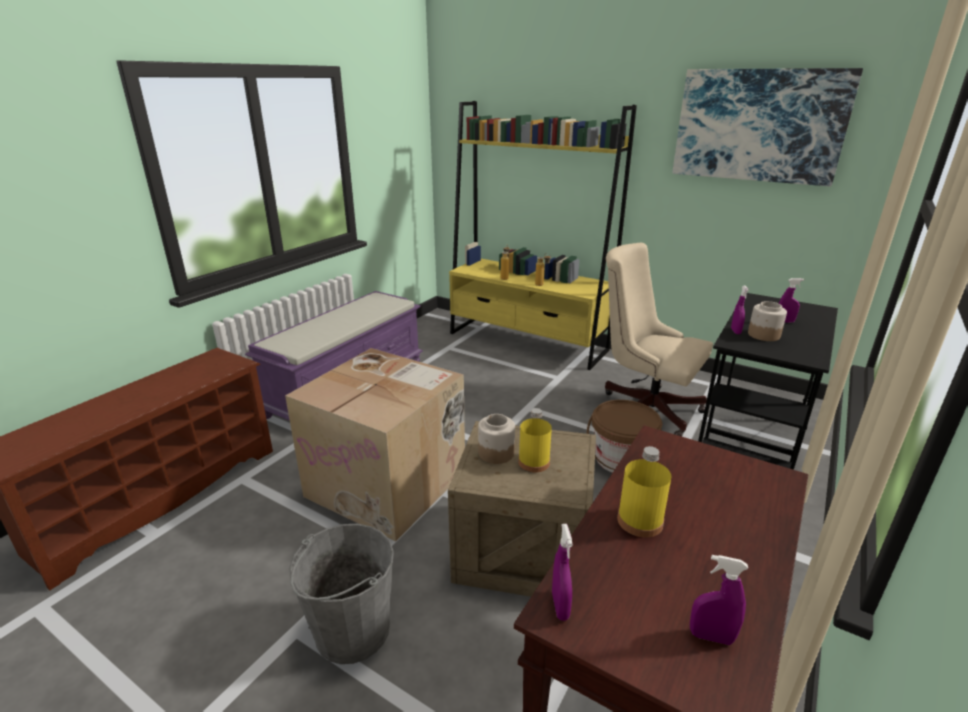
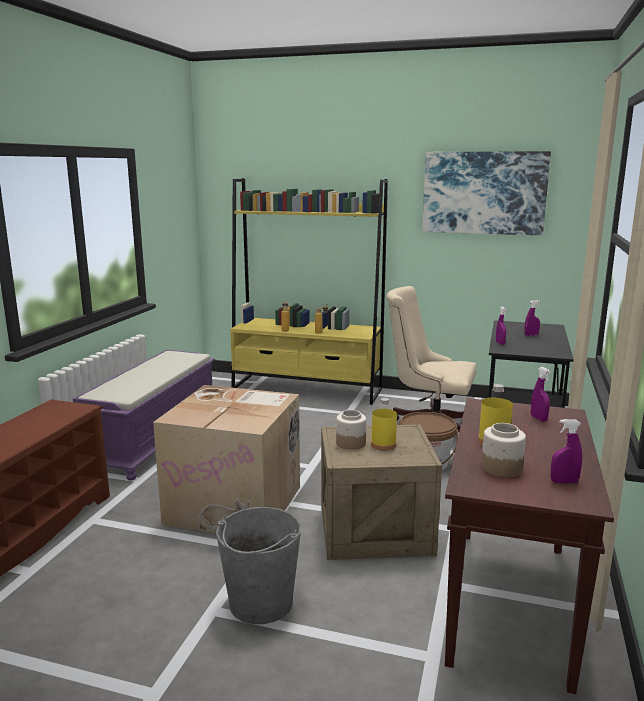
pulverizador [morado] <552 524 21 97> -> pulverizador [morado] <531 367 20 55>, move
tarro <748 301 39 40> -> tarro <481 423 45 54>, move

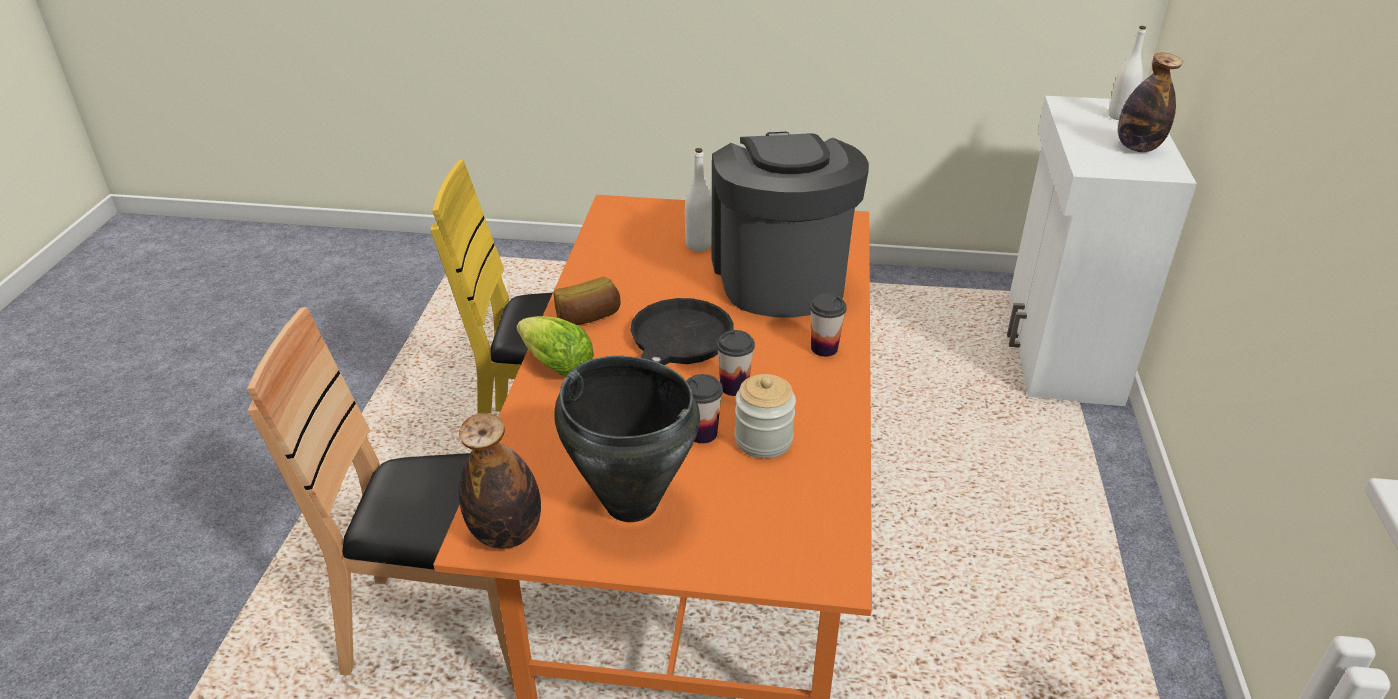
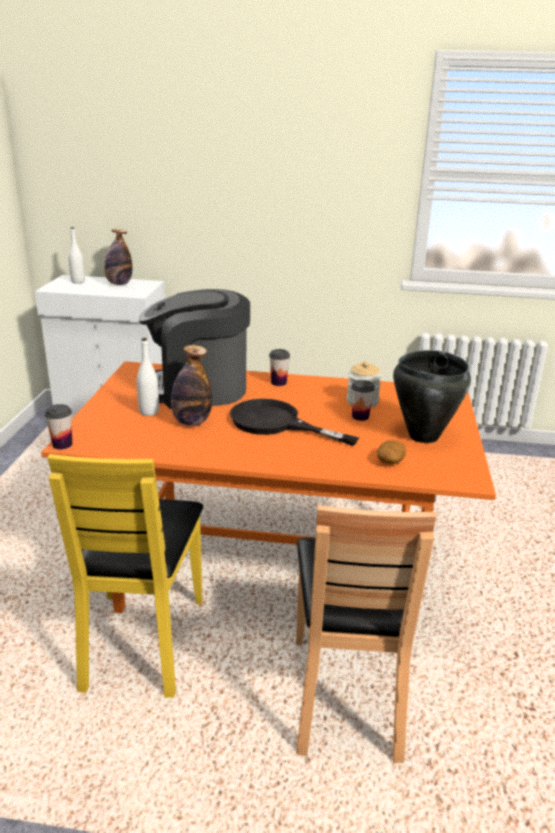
lechuga <516 316 78 60> -> none
pan <554 277 67 48> -> none
none -> patata <377 440 29 24>
botella <459 413 82 136> -> botella <171 345 41 81>, move
taza <716 330 39 66> -> taza <45 404 27 45>, move

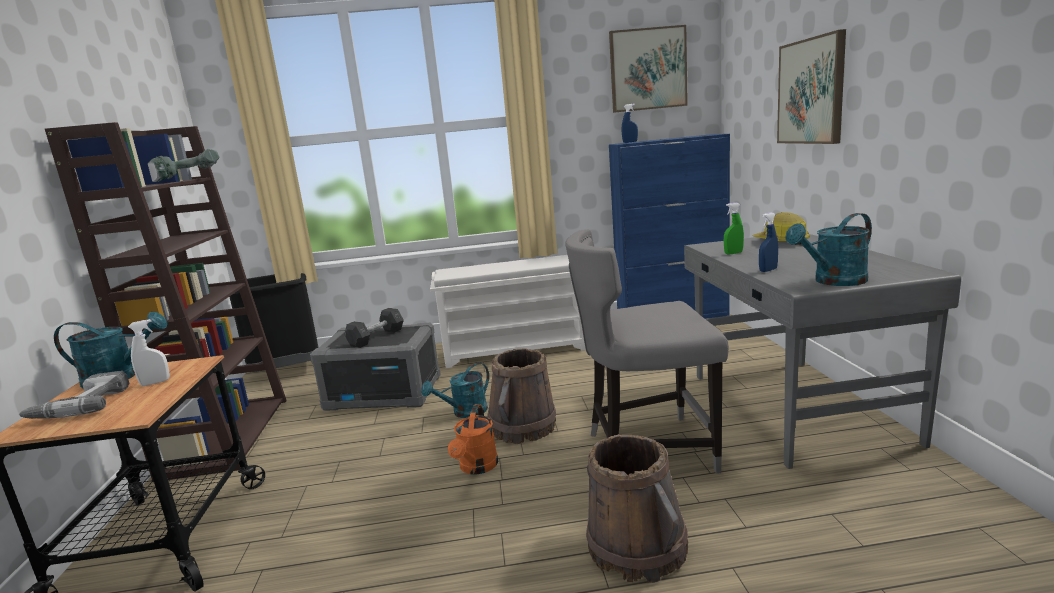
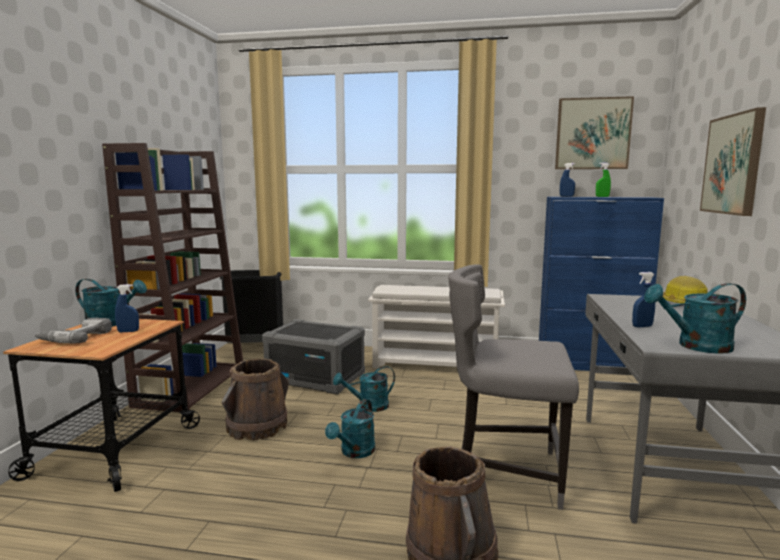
taladro <148 149 71 33> -> none
mancuerna [gris] <344 308 60 40> -> none
cubo [marrón] <487 348 69 96> -> cubo [marrón] <222 358 67 82>, move
pulverizador [verde] <724 202 20 52> -> pulverizador [verde] <596 163 15 34>, move
pulverizador [blanco] <128 319 42 67> -> pulverizador [azul] <115 284 24 48>
regadera [naranja] <448 405 50 70> -> regadera [turquesa] <325 399 50 59>

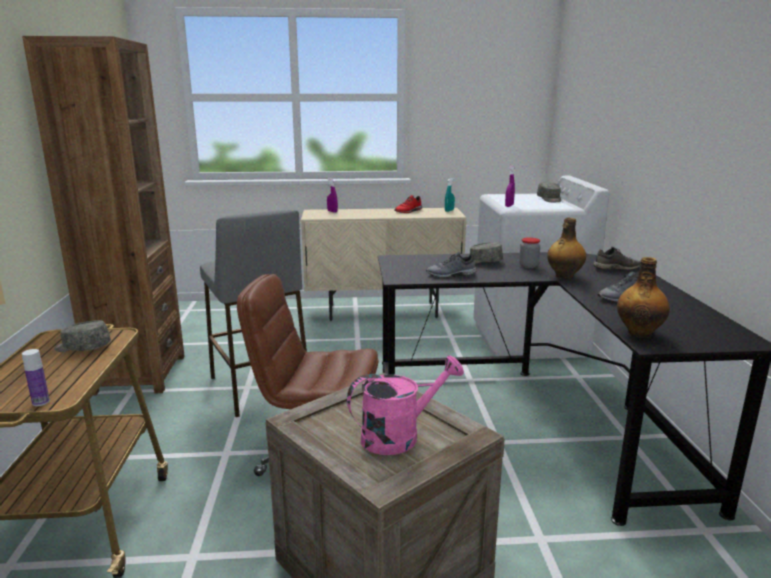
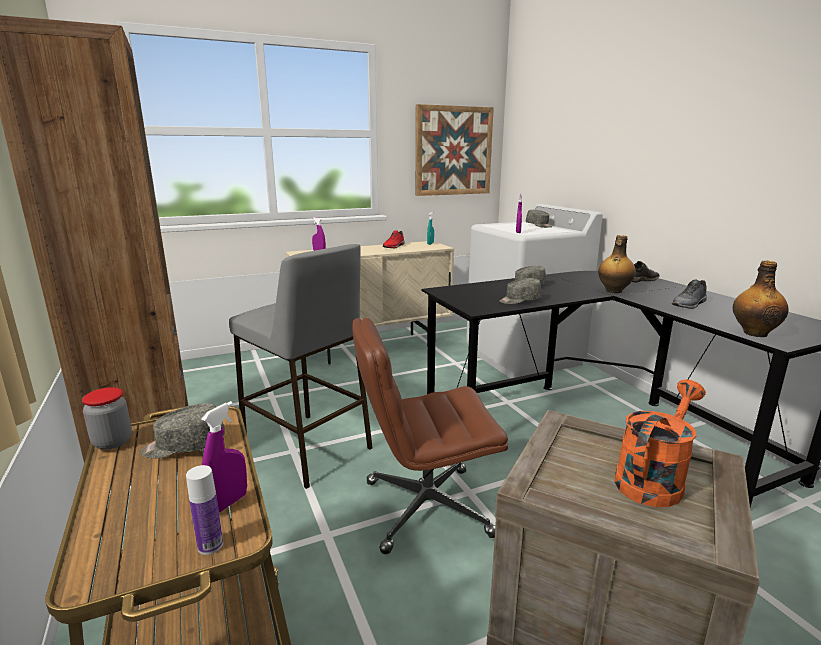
none -> pulverizador [morado] <201 401 46 111>
none -> cuadro <416 104 78 92>
tarro <519 237 21 31> -> tarro <82 387 50 63>, move
zapato [gris] <426 252 51 26> -> gorra [gris] <499 278 42 26>
regadera [rosa] <347 355 117 100> -> regadera [naranja] <614 380 92 127>

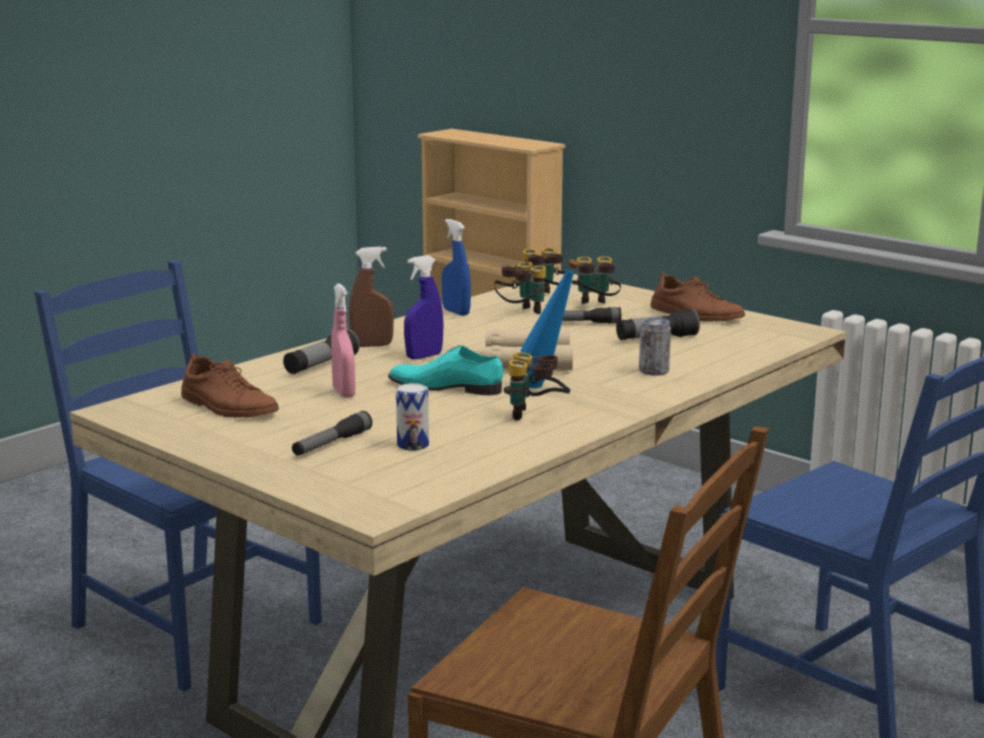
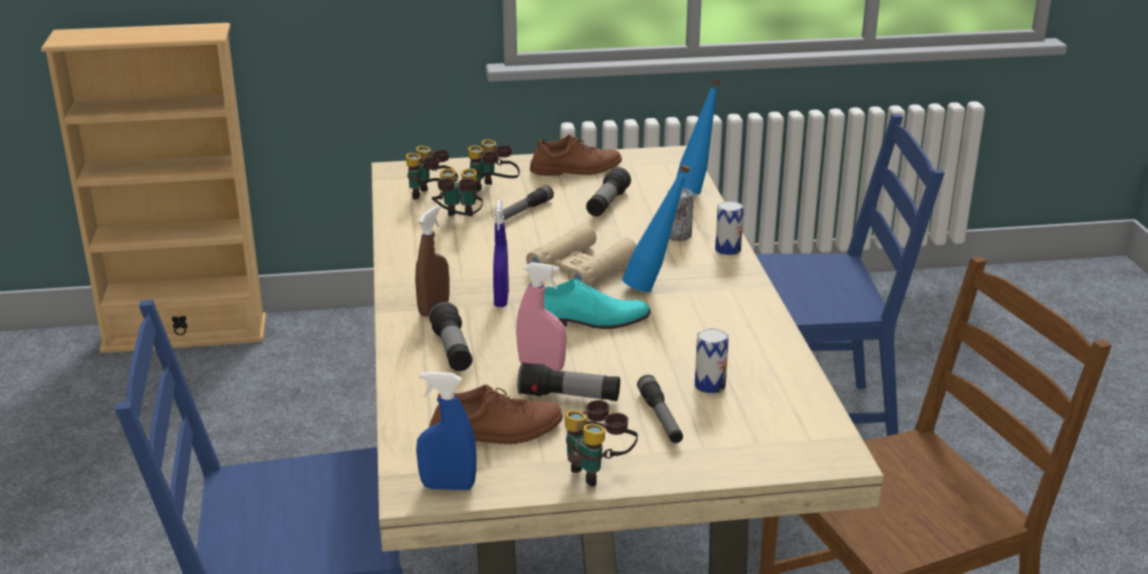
none -> linterna <517 362 103 39>
none -> botella [azul] <676 79 44 115>
none -> lata <715 201 29 54>
pulverizador [azul] <442 219 29 97> -> pulverizador [azul] <416 371 61 119>, move
prismáticos <504 352 66 68> -> prismáticos <565 400 73 86>, move
zapato [turquesa] <388 345 115 50> -> zapato [turquesa] <544 279 106 50>, 150 degrees counterclockwise

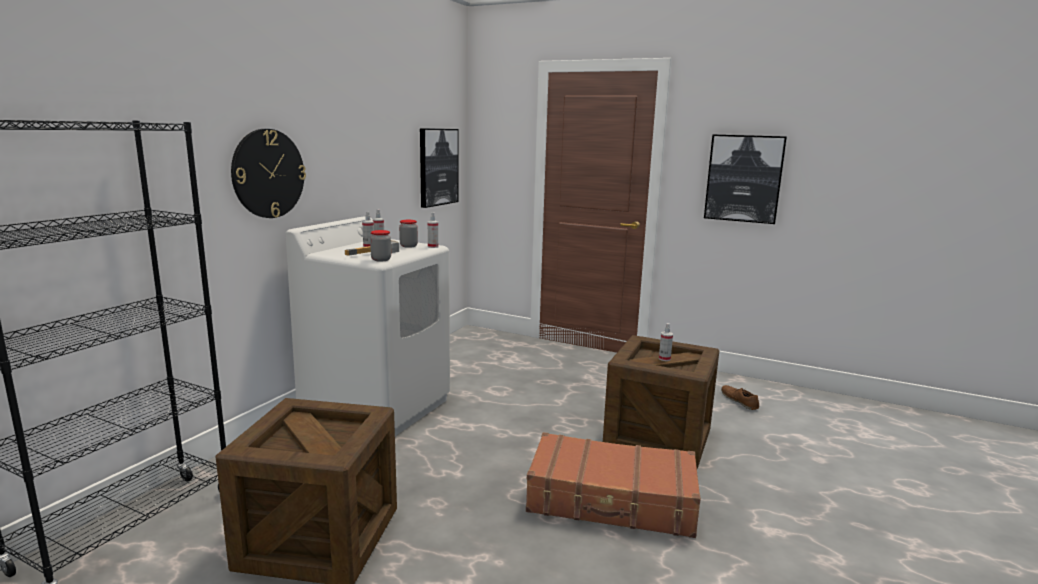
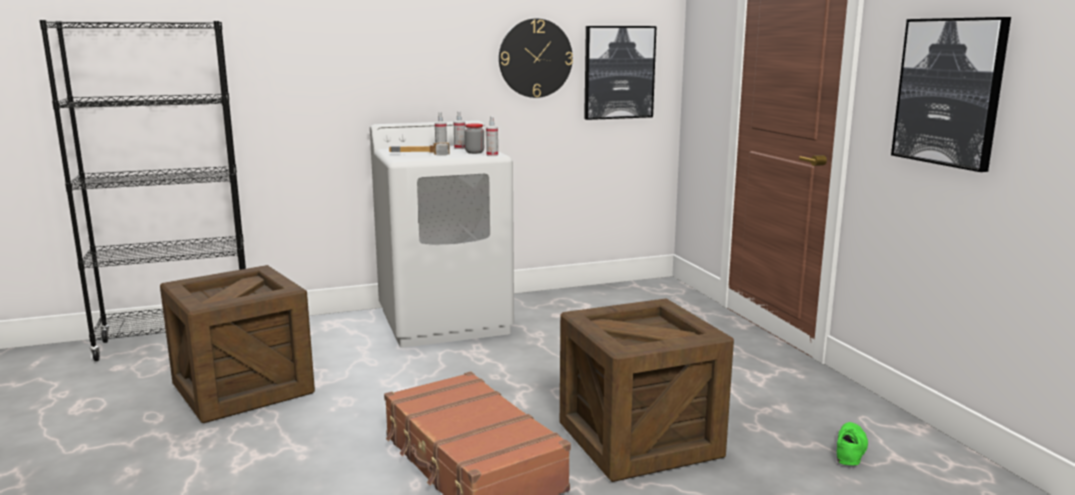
tarro <370 230 21 31> -> none
pulverizador <659 323 14 38> -> none
reloj de pared <231 129 75 89> -> reloj de pared <499 19 74 79>, move
zapato [marrón] <721 385 38 25> -> zapato [verde] <837 422 31 43>

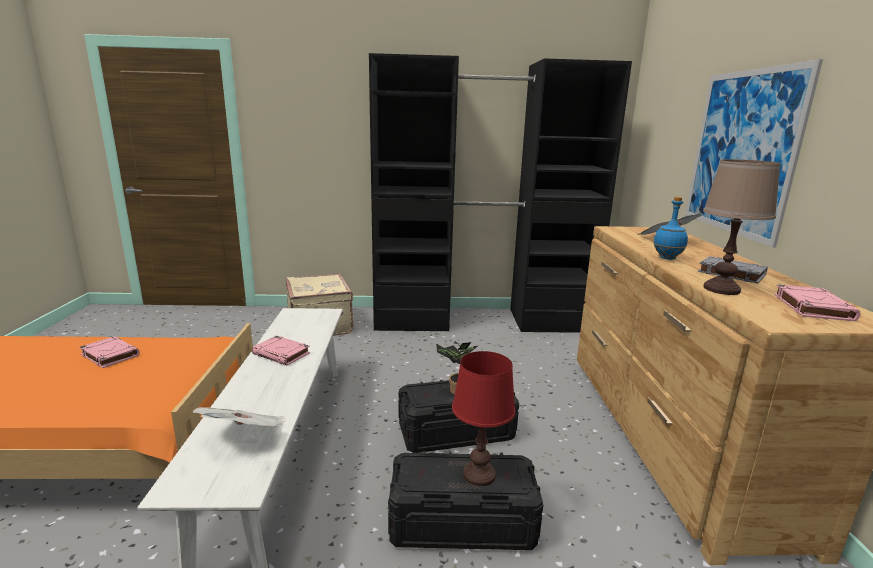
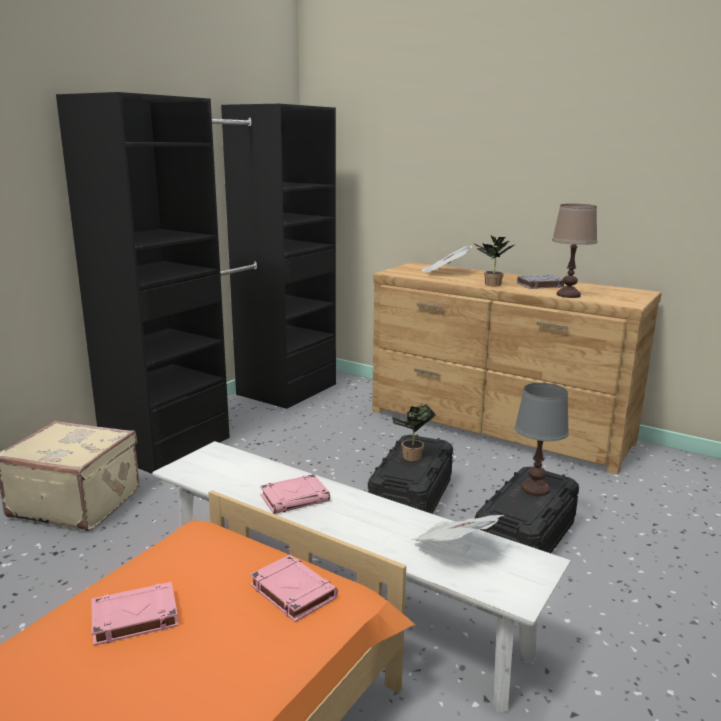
cuadro <685 59 138 188> -> none
libro [rosa] <774 284 87 37> -> libro [rosa] <250 555 88 67>, move
botella [azul] <653 197 35 63> -> planta en maceta <475 236 41 51>
lámpara de mesa [rojo] <452 351 63 135> -> lámpara de mesa [gris] <515 383 54 113>

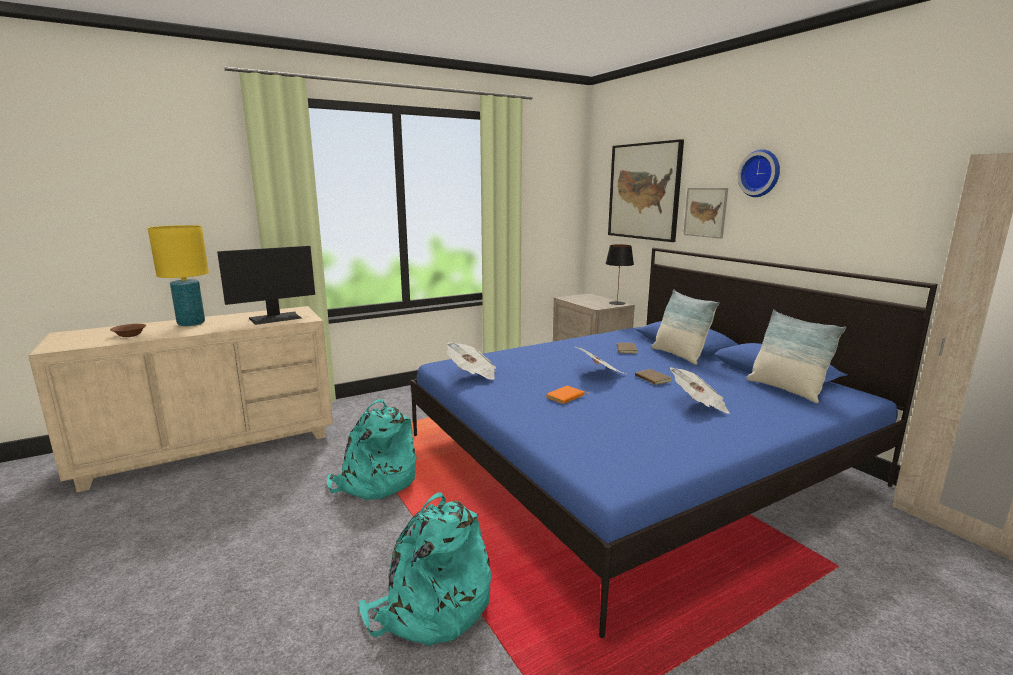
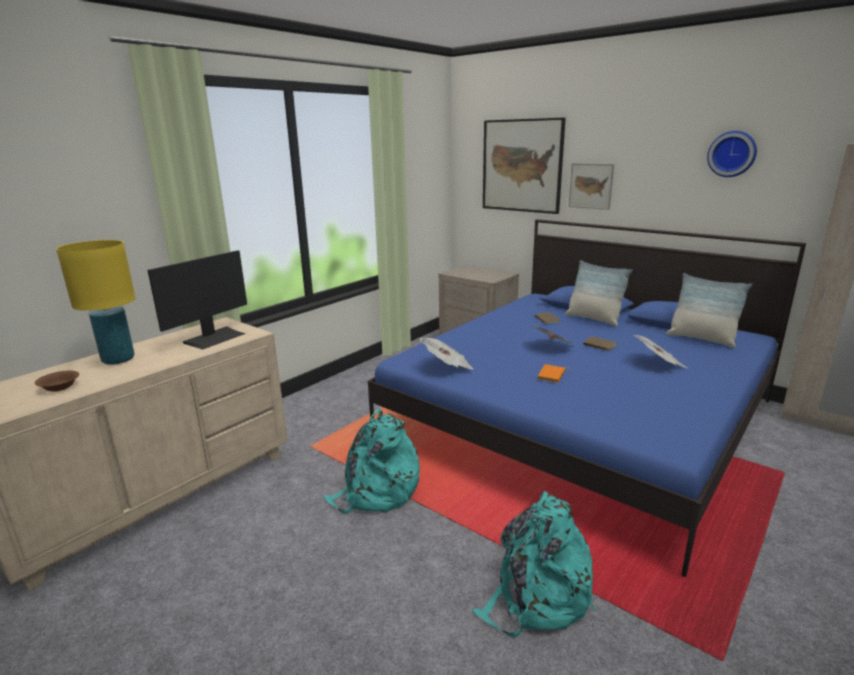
lámpara de mesa [negro] <605 244 29 61> -> none
reloj de pared <737 149 43 48> -> reloj de pared <707 131 50 46>, move

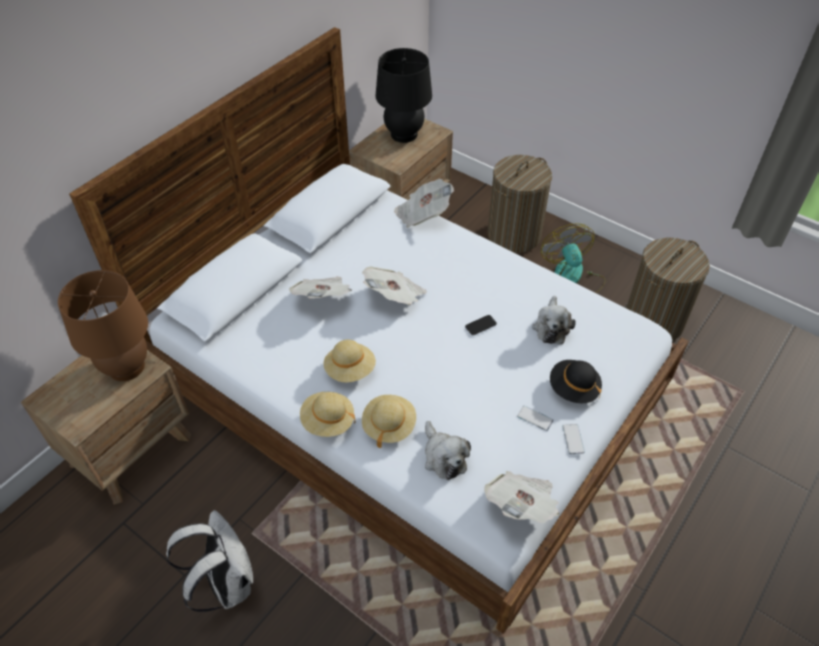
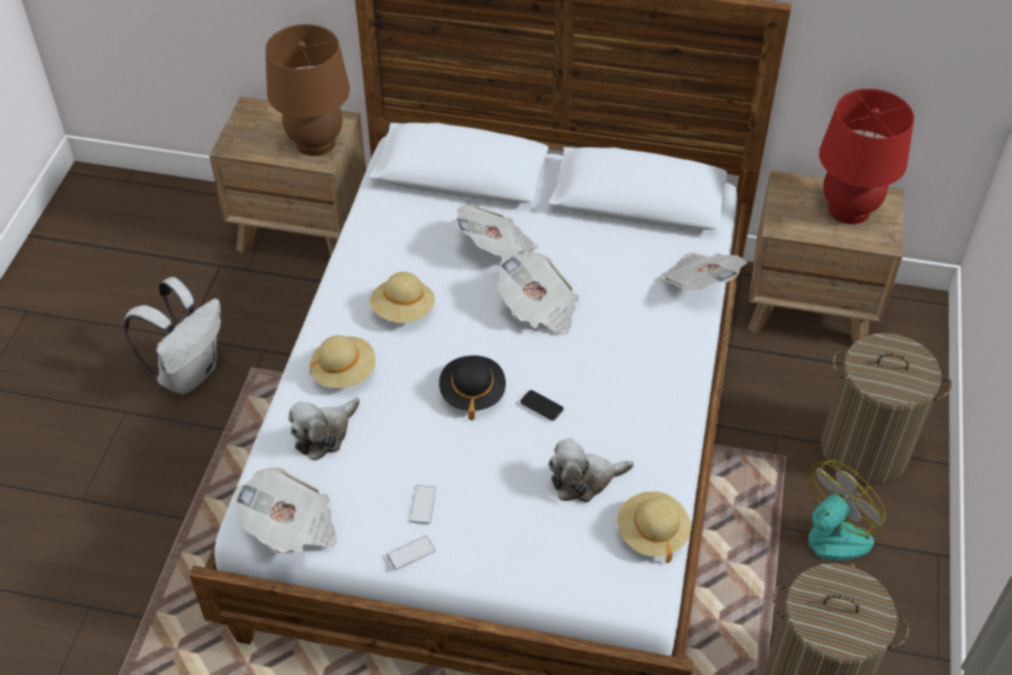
sombrero [beis] <300 392 55 45> -> sombrero [beis] <617 491 74 72>, move
sombrero [negro] <550 360 52 43> -> sombrero [negro] <439 356 67 65>, move
lámpara de mesa [negro] <376 48 56 95> -> lámpara de mesa [rojo] <819 89 95 135>

